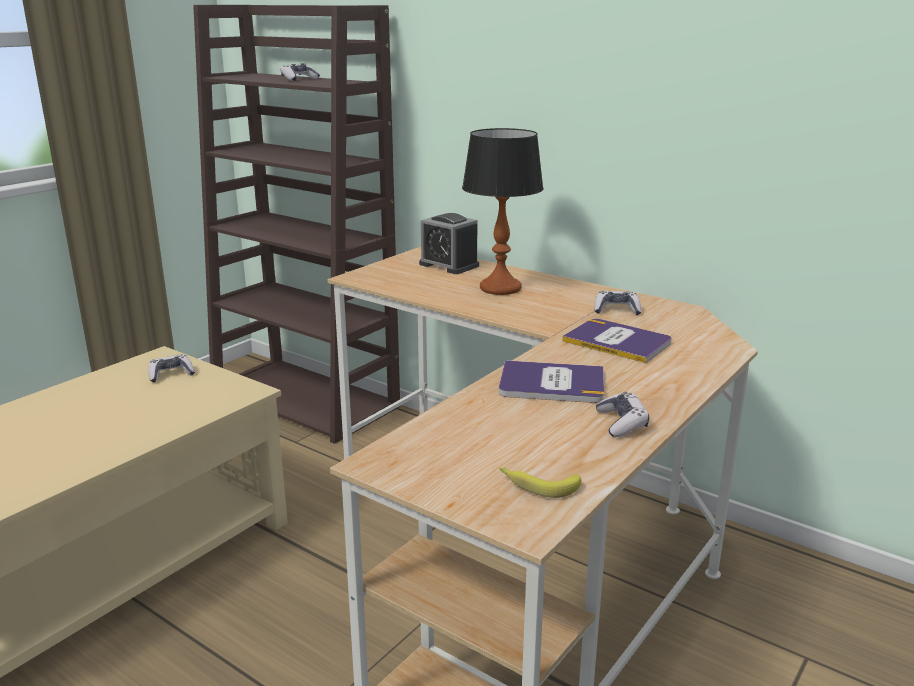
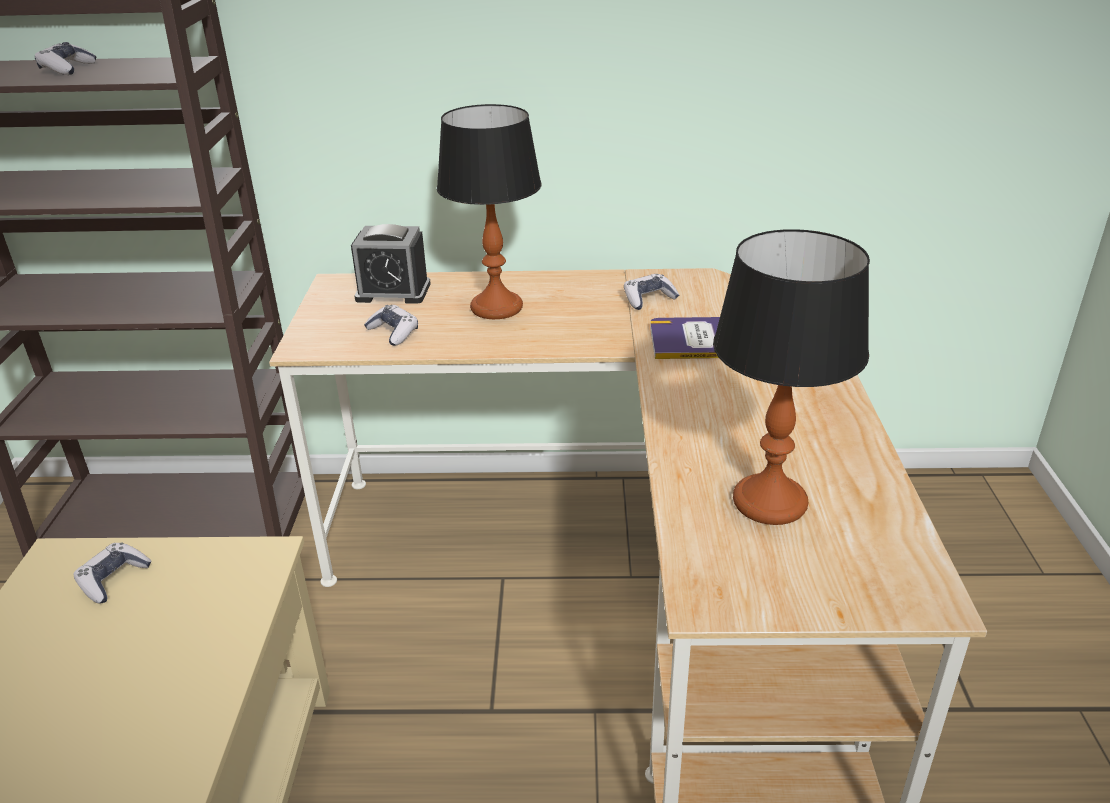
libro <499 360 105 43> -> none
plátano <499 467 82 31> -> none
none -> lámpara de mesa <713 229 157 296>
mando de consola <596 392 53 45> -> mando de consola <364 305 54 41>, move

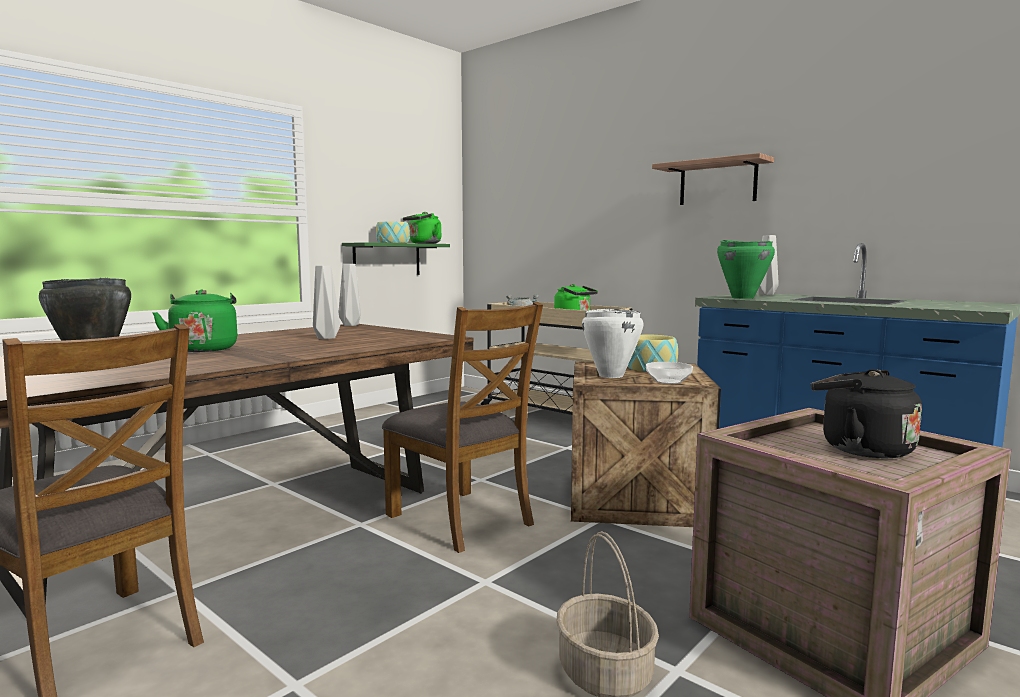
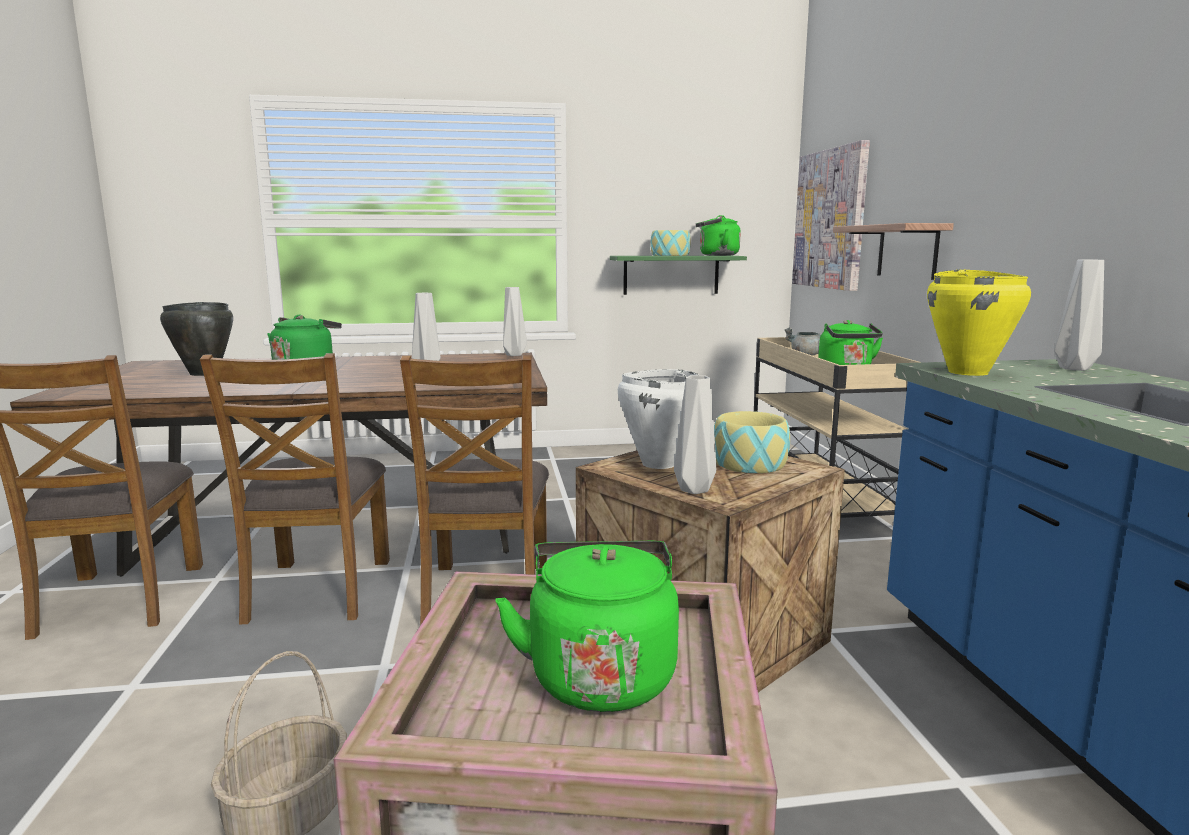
none -> silla [marrón] <200 353 190 271>
none -> cuadro <792 140 78 151>
estante <652 153 122 52> -> estante <833 223 121 57>, move
cuenco <646 362 47 22> -> florero [gris] <674 375 42 119>
olla [verde] <717 240 58 59> -> olla [amarillo] <927 269 104 107>
hervidor [negro] <811 369 111 89> -> hervidor [verde] <495 541 184 171>

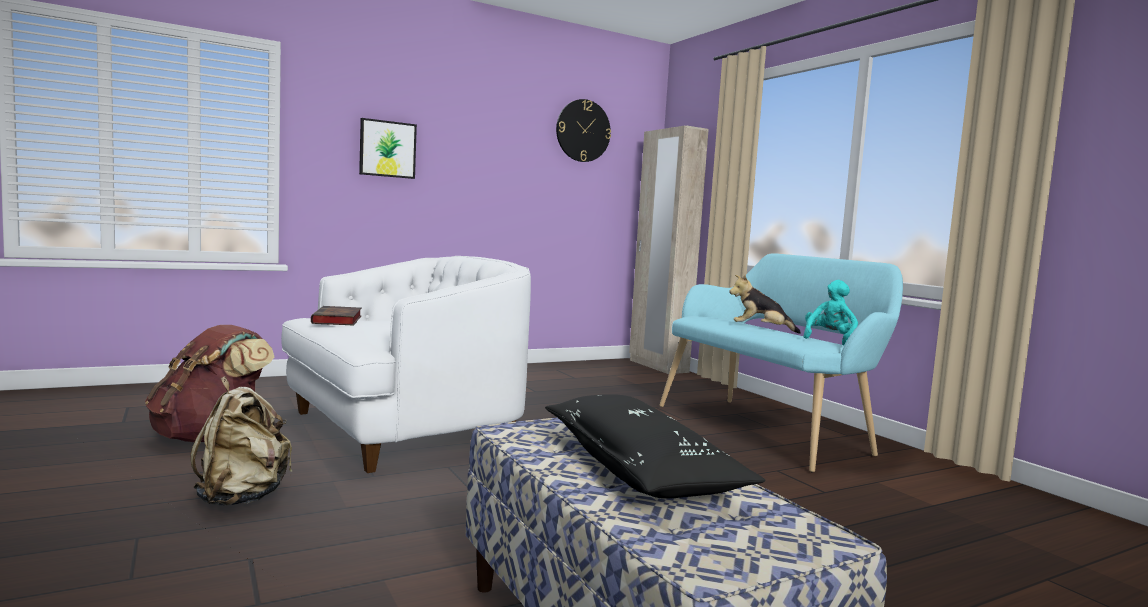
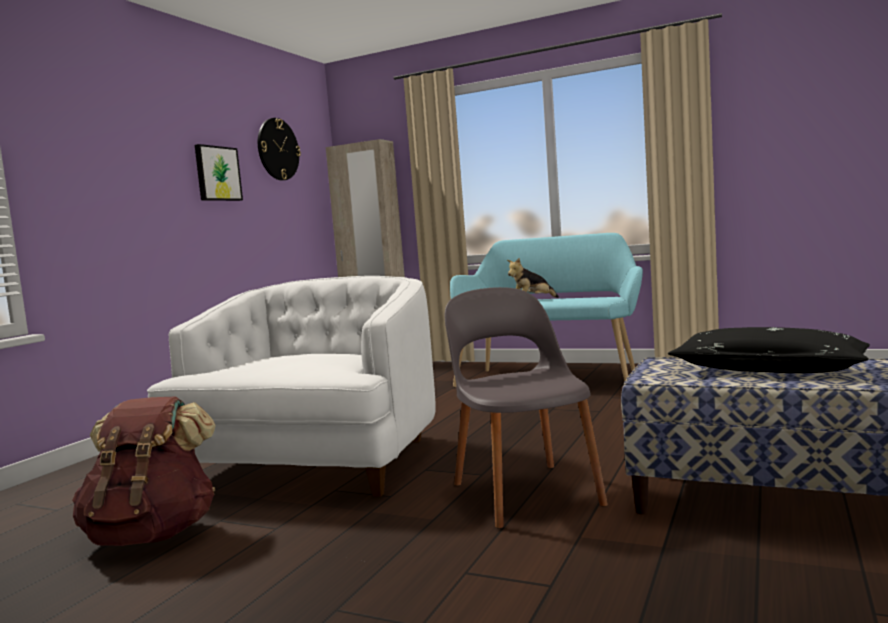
mochila [beis] <190 376 102 130> -> none
libro <311 306 51 20> -> none
peluche [turquesa] <803 280 55 65> -> none
none -> silla [gris] <445 287 163 242>
cuadro <359 118 58 61> -> cuadro <195 144 48 57>, move

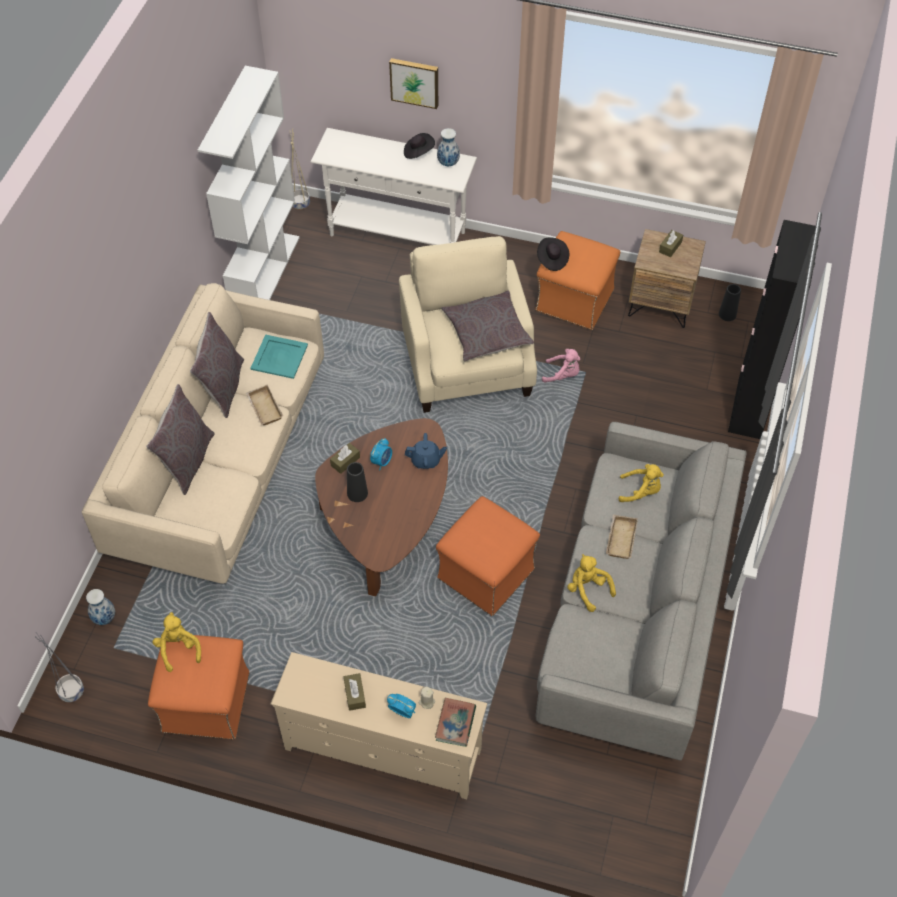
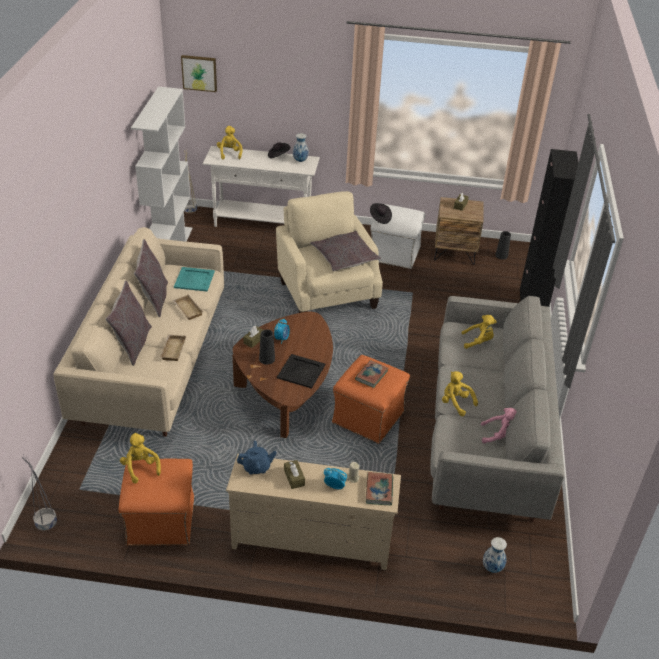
none -> peluche [amarillo] <217 126 26 33>
none -> bandeja [negro] <277 354 48 34>
none -> libro <355 360 33 28>
florero <86 589 29 36> -> florero <483 537 24 36>, move
cuadro <389 58 49 51> -> cuadro <181 55 36 37>, move
tetera [azul] <405 433 42 36> -> tetera [azul] <237 441 40 34>, move
peluche [rosa] <542 349 39 33> -> peluche [rosa] <481 408 35 36>, move
bandeja [beis] <606 514 32 45> -> bandeja [beis] <160 335 26 26>, move
puf [naranja] <535 231 85 99> -> puf [blanco] <370 204 55 65>

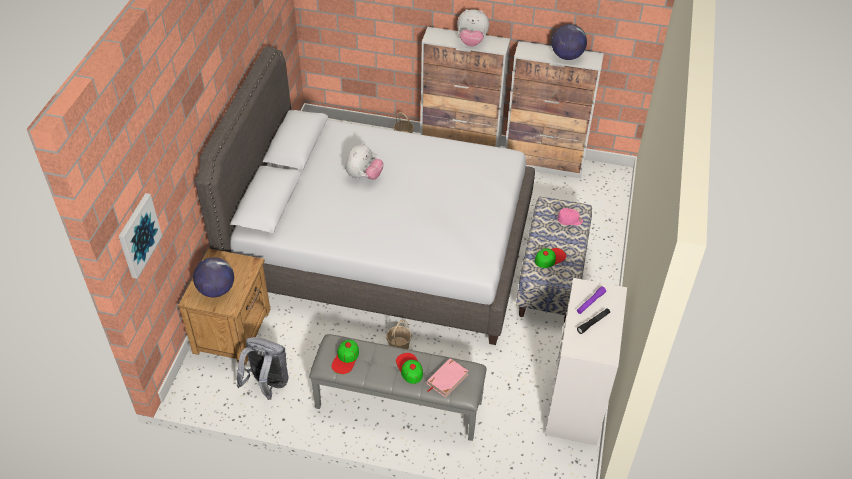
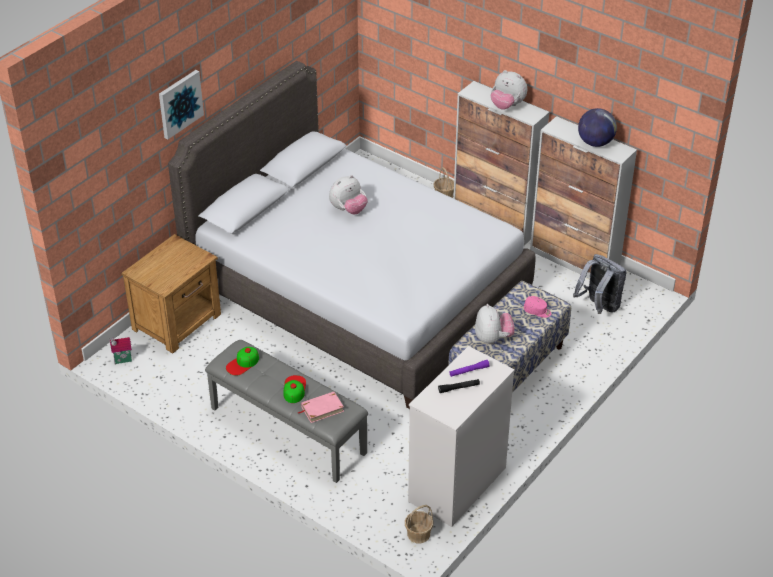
globo terráqueo <193 257 41 40> -> none
none -> casita <109 337 23 27>
cuadro <119 193 43 86> -> cuadro <159 70 45 69>, move
mochila [gris] <237 337 51 63> -> mochila [gris] <573 254 54 60>, move
cesta <386 319 26 30> -> cesta <405 505 28 38>, move
gorra <535 248 31 20> -> peluche <475 304 40 40>

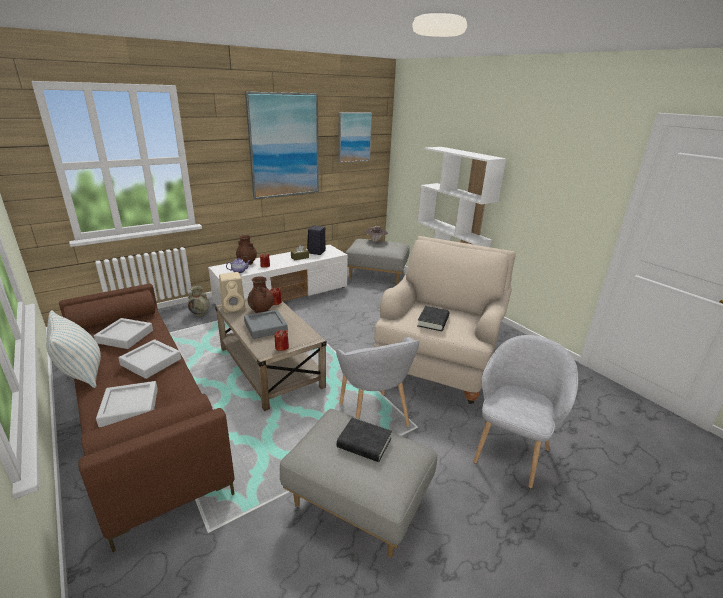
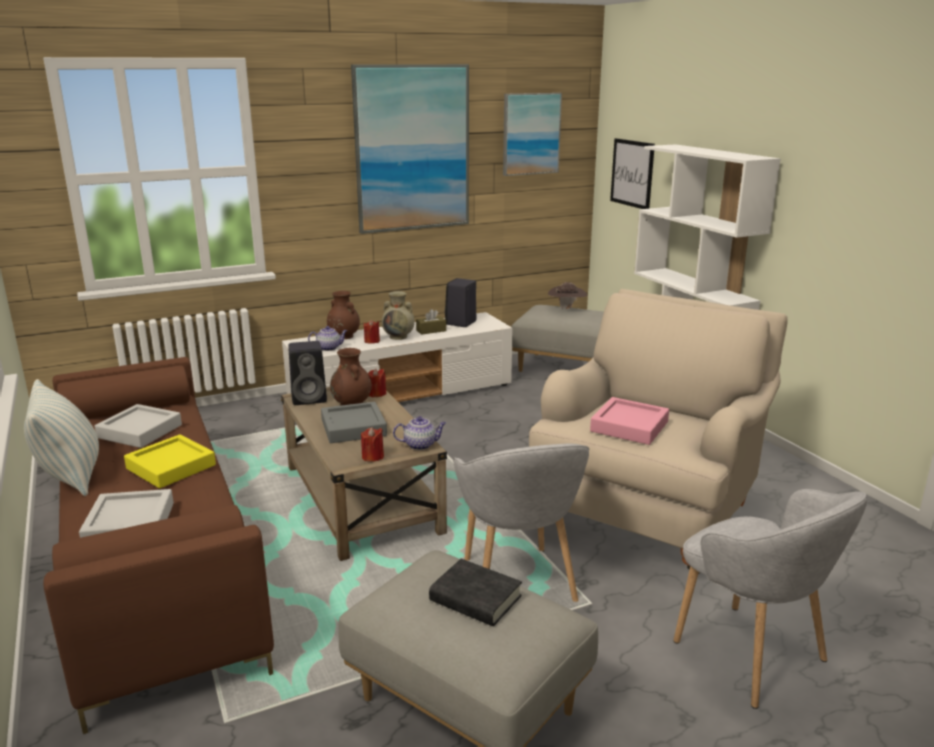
none -> tetera <393 416 53 34>
none -> cuadro <610 138 45 71>
florero [beis] <188 286 22 30> -> florero [beis] <382 291 33 49>, move
libro [negro] <417 306 32 25> -> bandeja [rosa] <590 397 79 48>
bandeja [gris] <118 339 63 40> -> bandeja [amarillo] <124 434 92 54>
altavoz [beis] <219 272 26 41> -> altavoz [negro] <288 341 39 64>
sillón [gris] <473 335 105 154> -> sillón [gris] <673 489 194 220>, 105 degrees clockwise

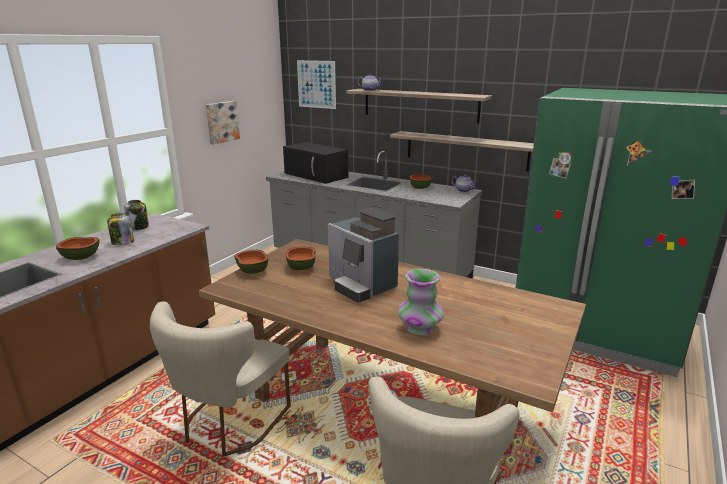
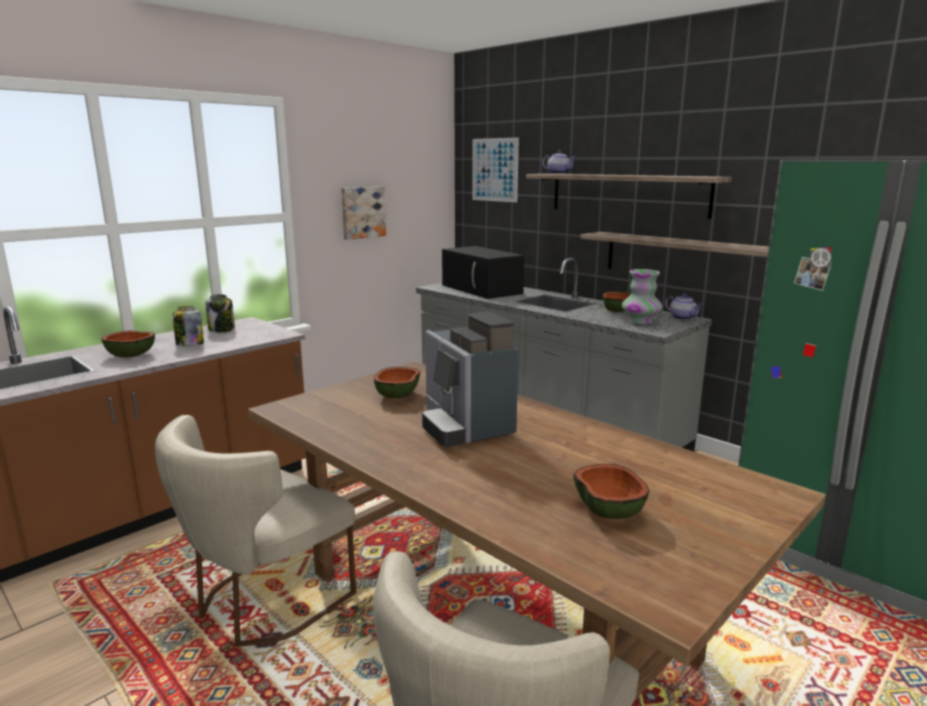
cuenco <234 250 34 24> -> cuenco <574 464 76 55>, move
florero <398 269 46 66> -> florero <622 269 41 55>, move

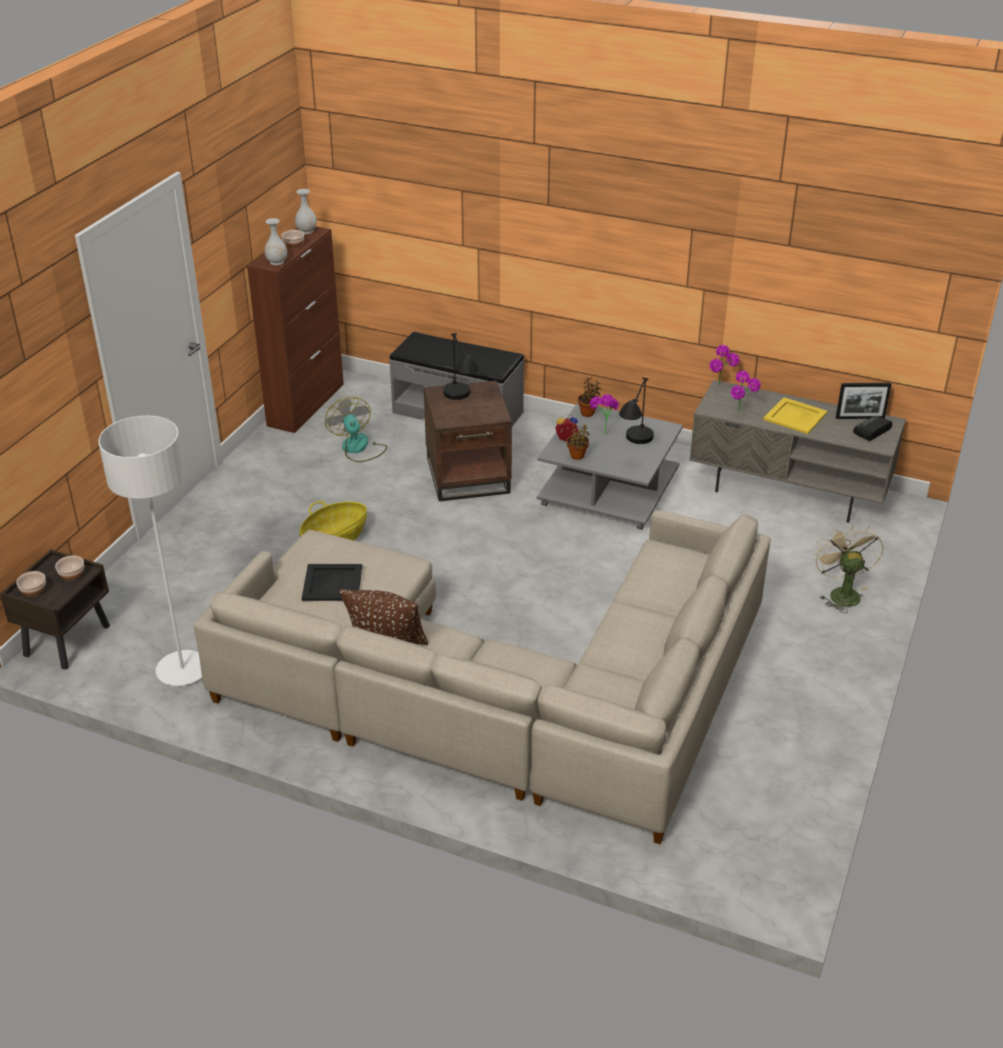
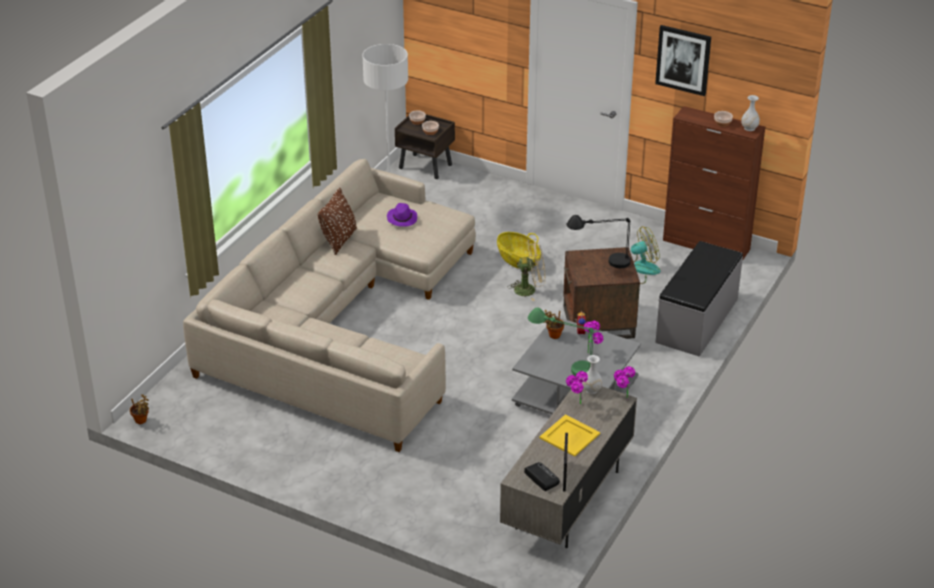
none -> cuadro <655 25 56 71>
florero [blanco] <264 218 23 47> -> florero [blanco] <582 355 20 39>, move
planta en maceta <578 377 24 40> -> planta en maceta <130 394 19 30>, move
ventilador [beis] <814 524 70 89> -> ventilador [beis] <509 239 36 62>, move
bandeja [negro] <301 564 61 37> -> sombrero [morado] <387 203 30 24>
lámpara de mesa [negro] <619 378 35 66> -> lámpara de mesa [verde] <528 308 66 70>

